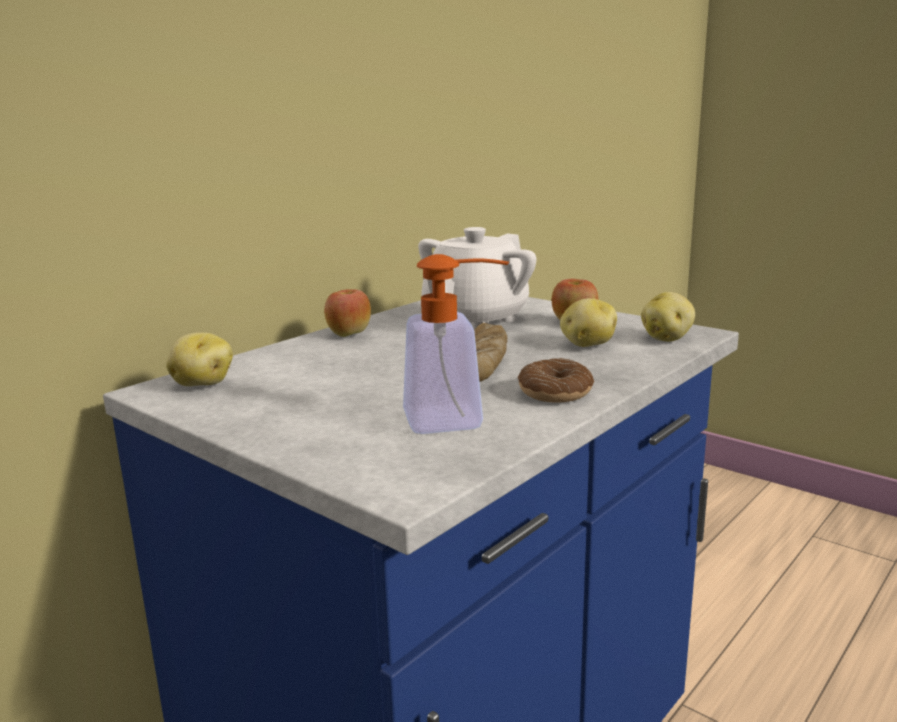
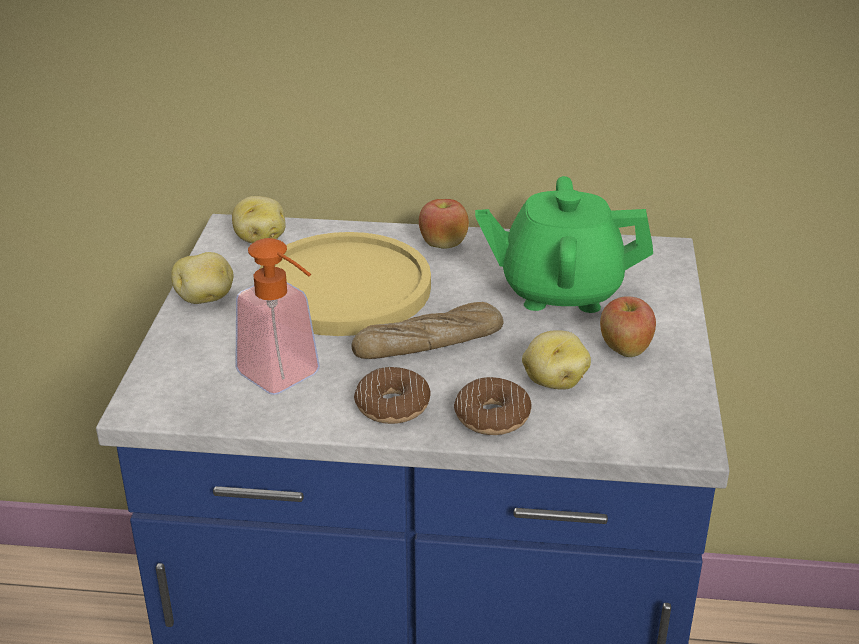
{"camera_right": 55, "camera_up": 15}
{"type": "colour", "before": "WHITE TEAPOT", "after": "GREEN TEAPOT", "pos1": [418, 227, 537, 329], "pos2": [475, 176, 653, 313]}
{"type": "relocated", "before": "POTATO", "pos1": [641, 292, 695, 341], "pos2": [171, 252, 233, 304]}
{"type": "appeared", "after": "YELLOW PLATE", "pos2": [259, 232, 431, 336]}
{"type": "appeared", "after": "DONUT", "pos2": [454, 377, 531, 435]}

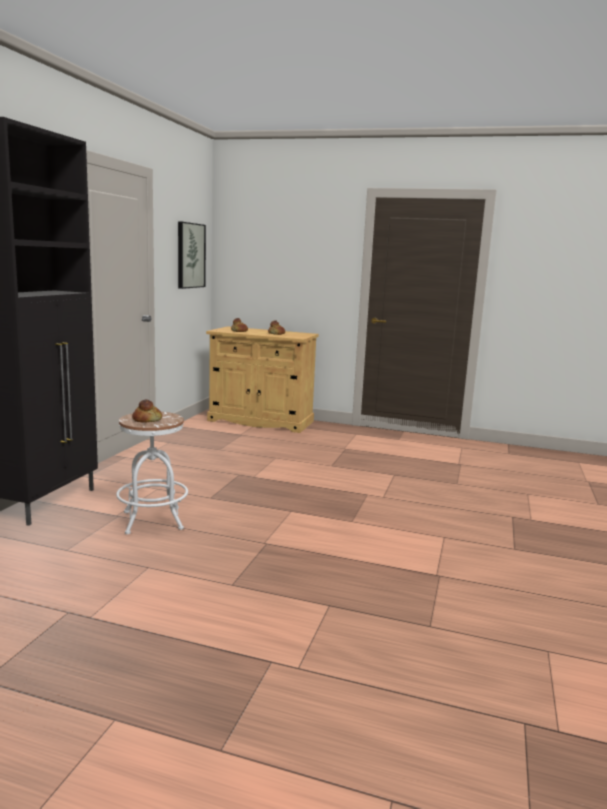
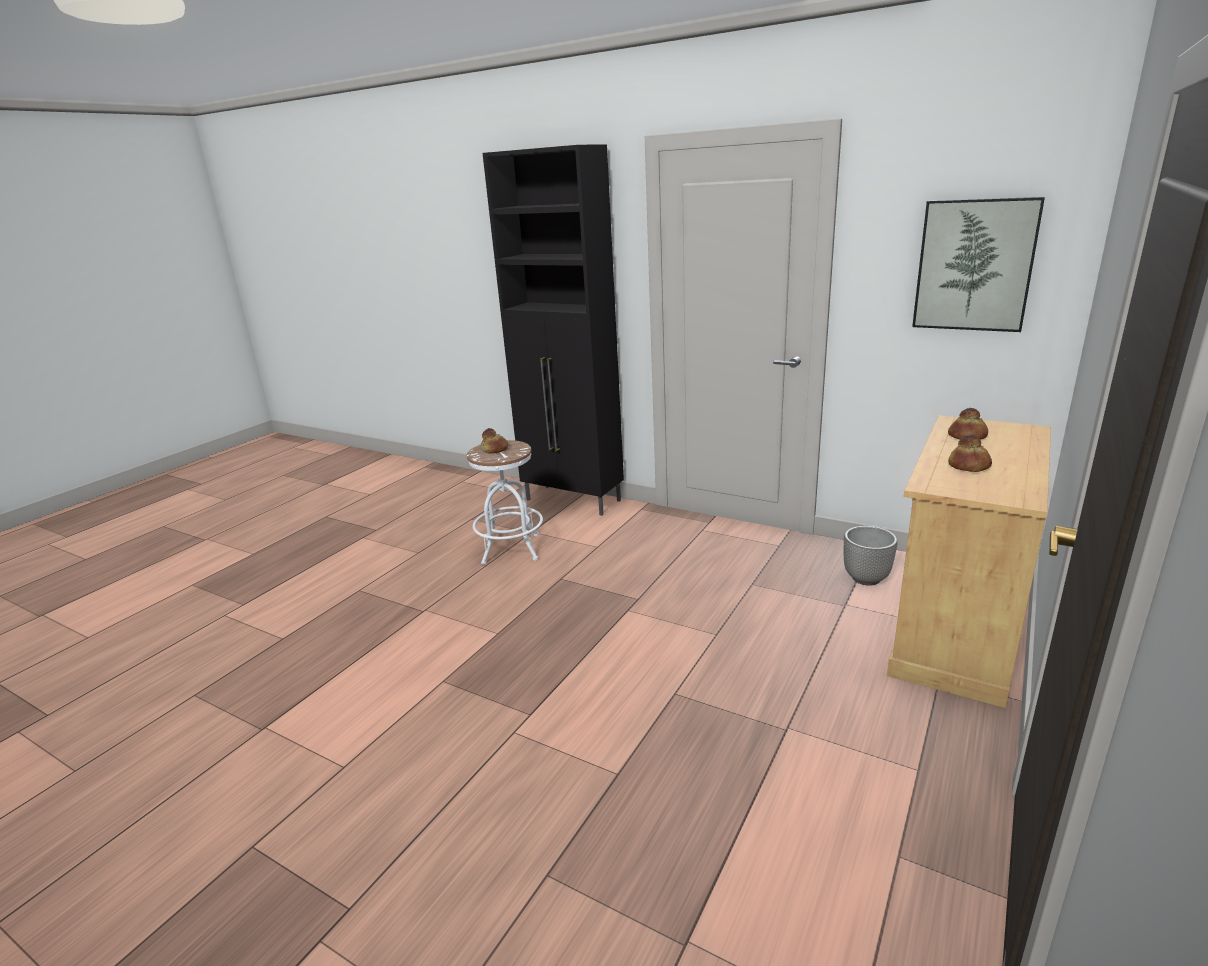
{"camera_right": 105, "camera_up": 10}
{"type": "appeared", "after": "PLANTER", "pos2": [844, 526, 897, 586]}

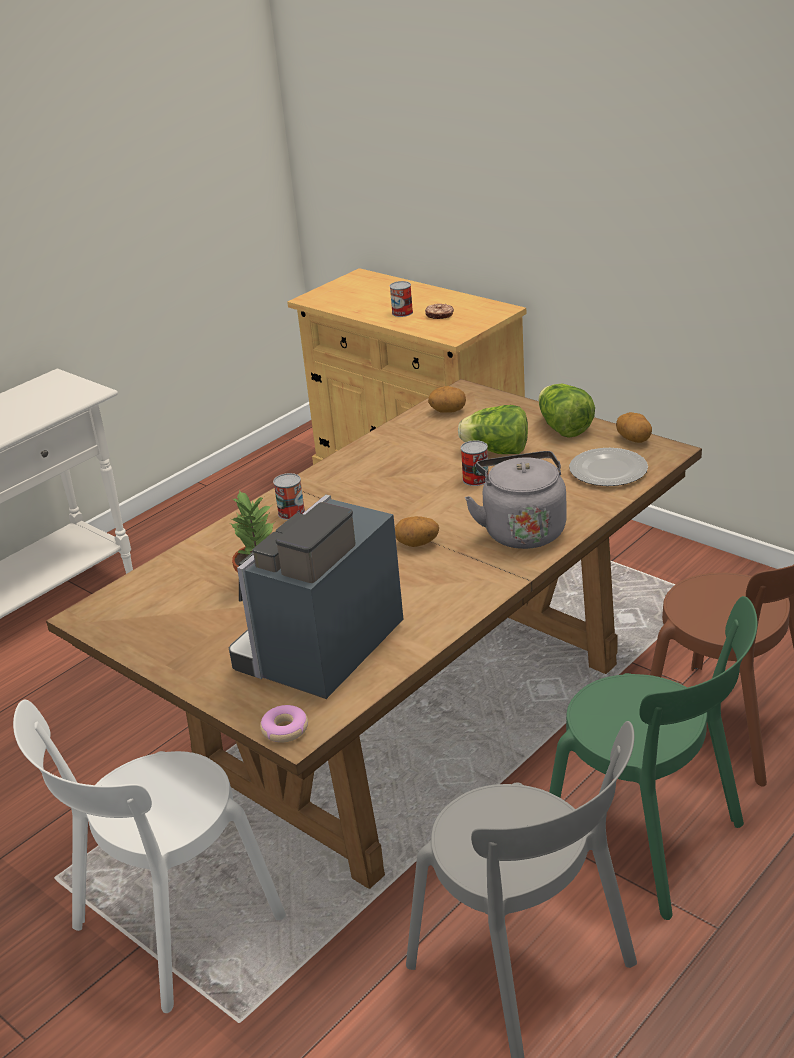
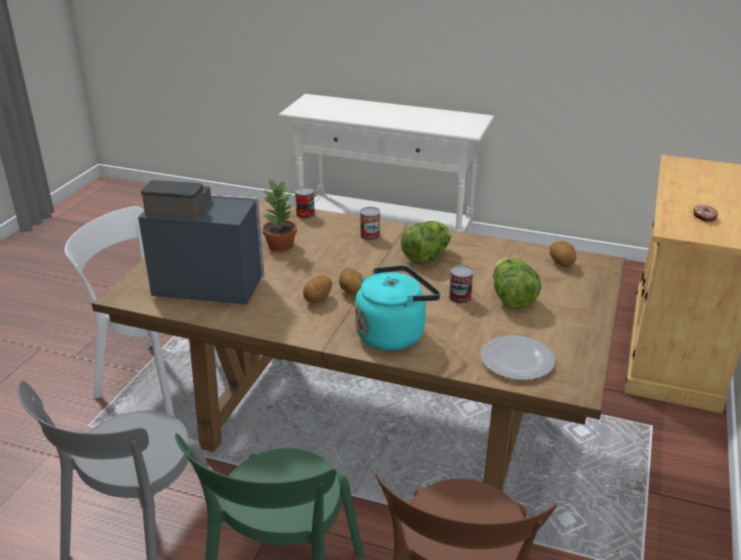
{"camera_right": 65, "camera_up": 0}
{"type": "relocated", "before": "CAN", "pos1": [390, 281, 413, 317], "pos2": [295, 187, 315, 219]}
{"type": "relocated", "before": "LETTUCE", "pos1": [538, 384, 595, 438], "pos2": [401, 221, 452, 265]}
{"type": "relocated", "before": "POTATO", "pos1": [616, 412, 652, 443], "pos2": [303, 275, 332, 303]}
{"type": "colour", "before": "GREY KETTLE", "after": "TURQUOISE KETTLE", "pos1": [465, 451, 567, 549], "pos2": [355, 265, 440, 351]}
{"type": "missing", "before": "DONUT", "pos1": [260, 705, 308, 742]}

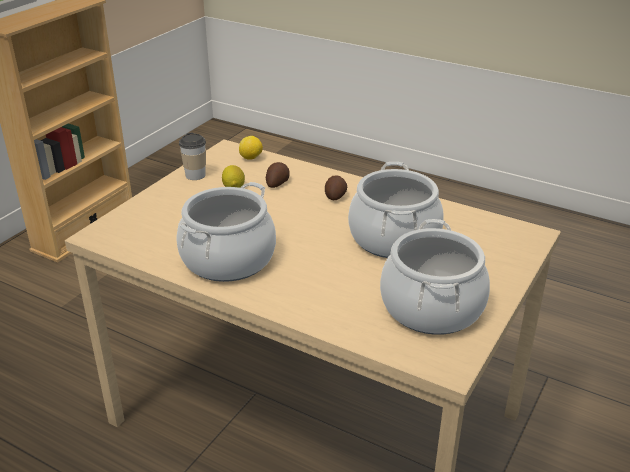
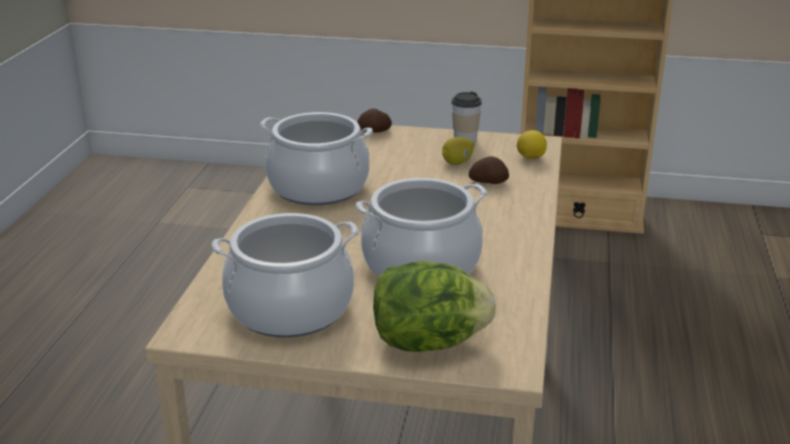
{"camera_right": 70, "camera_up": -5}
{"type": "relocated", "before": "POTATO", "pos1": [325, 175, 347, 200], "pos2": [357, 108, 392, 133]}
{"type": "appeared", "after": "LETTUCE", "pos2": [373, 261, 496, 352]}

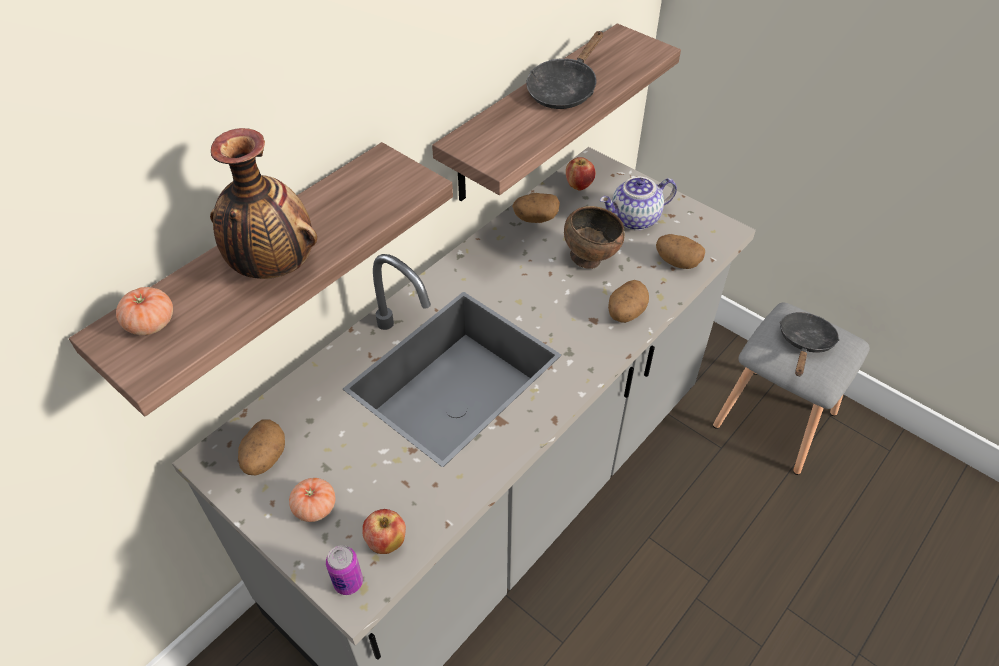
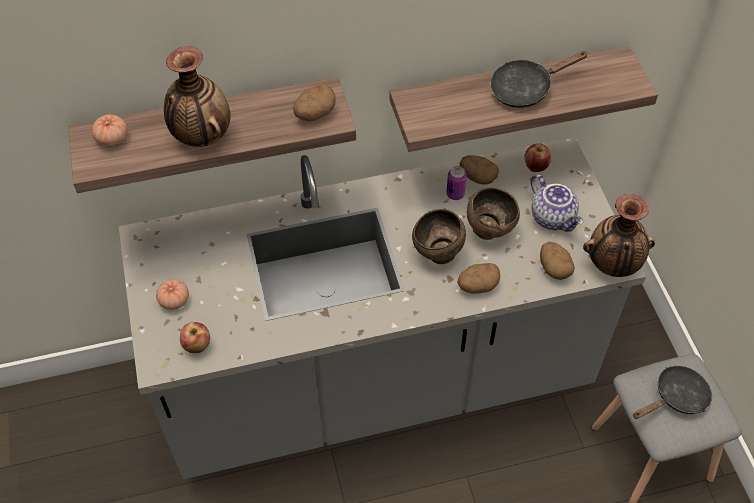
{"camera_right": 35, "camera_up": 5}
{"type": "spun", "before": "TEAPOT", "pos1": [600, 177, 677, 230], "pos2": [531, 174, 583, 232], "turn": -135}
{"type": "relocated", "before": "POTATO", "pos1": [238, 419, 285, 475], "pos2": [293, 84, 336, 122]}
{"type": "relocated", "before": "CAN", "pos1": [326, 545, 363, 595], "pos2": [446, 166, 467, 200]}
{"type": "appeared", "after": "VASE", "pos2": [583, 194, 655, 277]}
{"type": "appeared", "after": "BROWN BOWL", "pos2": [412, 209, 466, 264]}

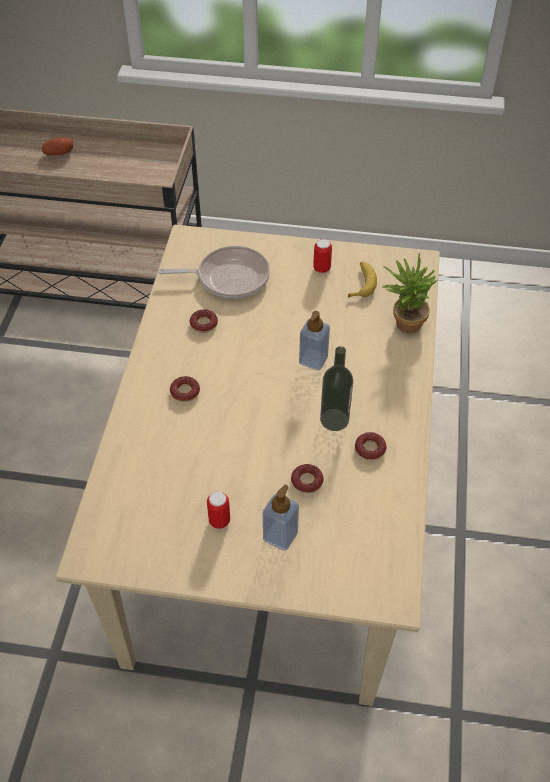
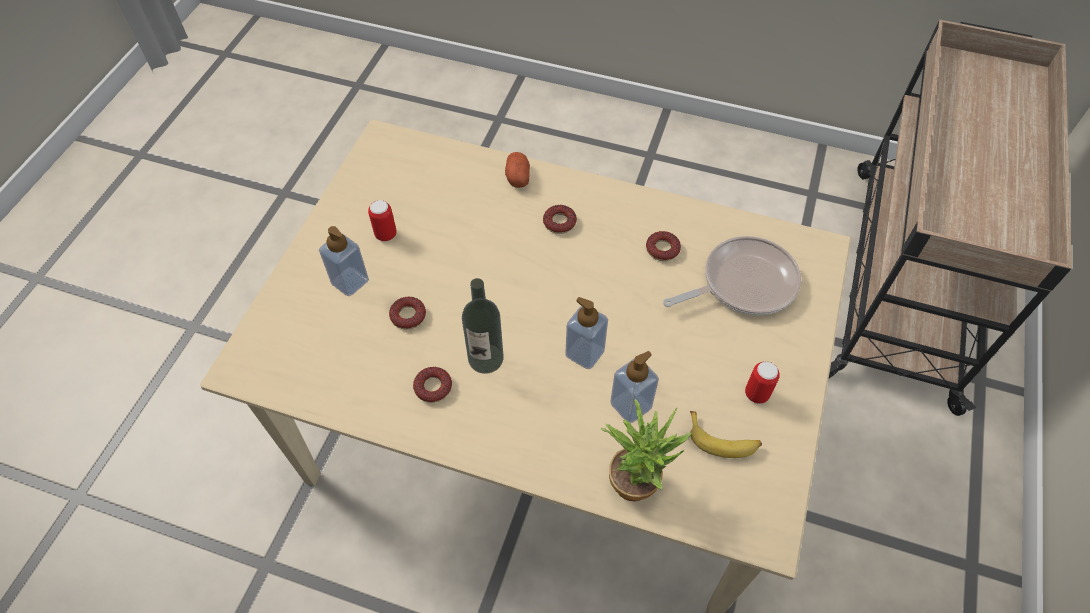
{"camera_right": 100, "camera_up": 5}
{"type": "relocated", "before": "POTATO", "pos1": [42, 137, 73, 156], "pos2": [505, 152, 530, 188]}
{"type": "spun", "before": "FRYING PAN", "pos1": [158, 246, 270, 299], "pos2": [663, 236, 801, 315], "turn": -120}
{"type": "appeared", "after": "SOAP DISPENSER", "pos2": [610, 351, 659, 423]}

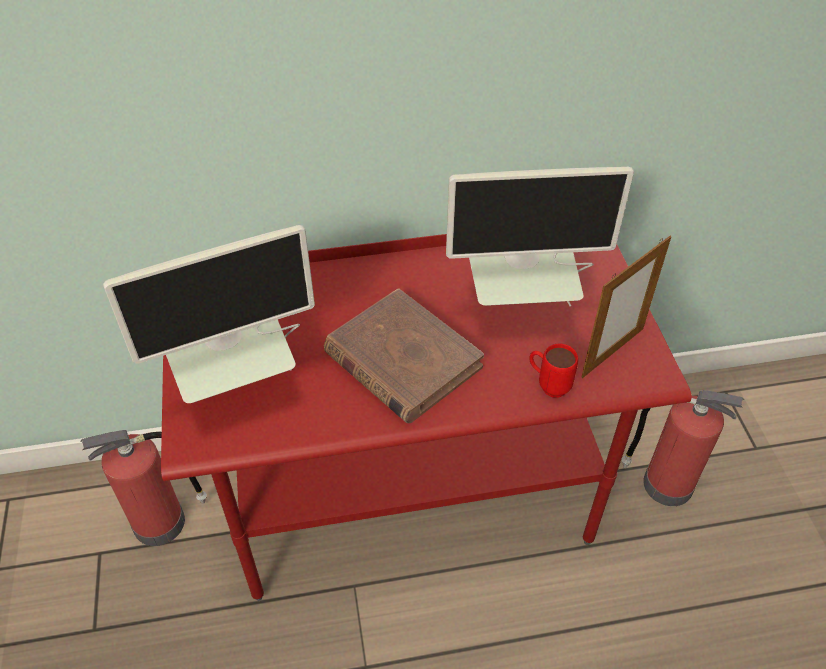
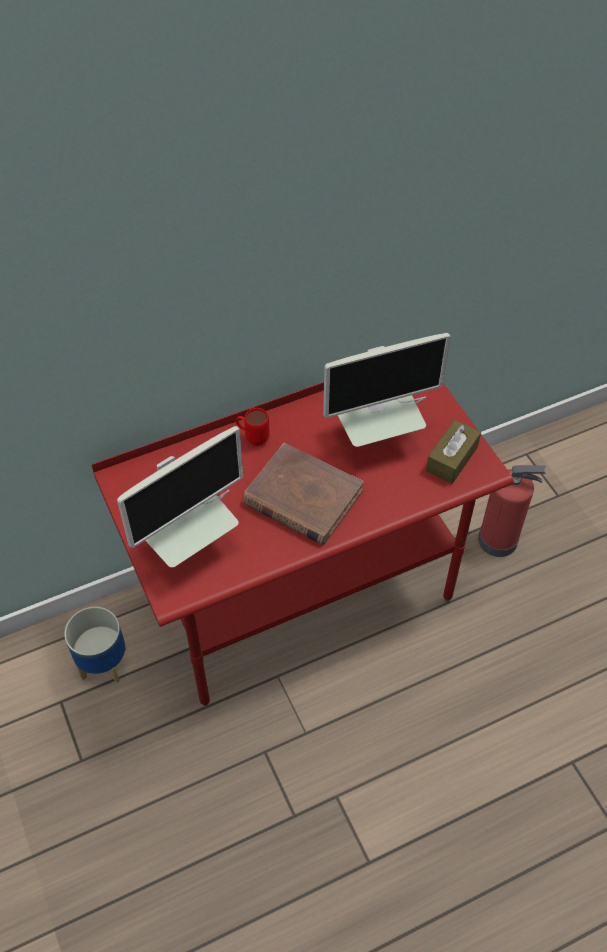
{"camera_right": -15, "camera_up": 5}
{"type": "exchanged", "before": "PICTURE FRAME", "after": "BROWN TISSUE BOX", "pos1": [582, 236, 672, 378], "pos2": [426, 420, 481, 484]}
{"type": "relocated", "before": "RED MUG", "pos1": [529, 344, 578, 398], "pos2": [236, 408, 270, 446]}
{"type": "exchanged", "before": "FIRE EXTINGUISHER", "after": "PLANTER", "pos1": [80, 430, 207, 546], "pos2": [64, 607, 126, 683]}

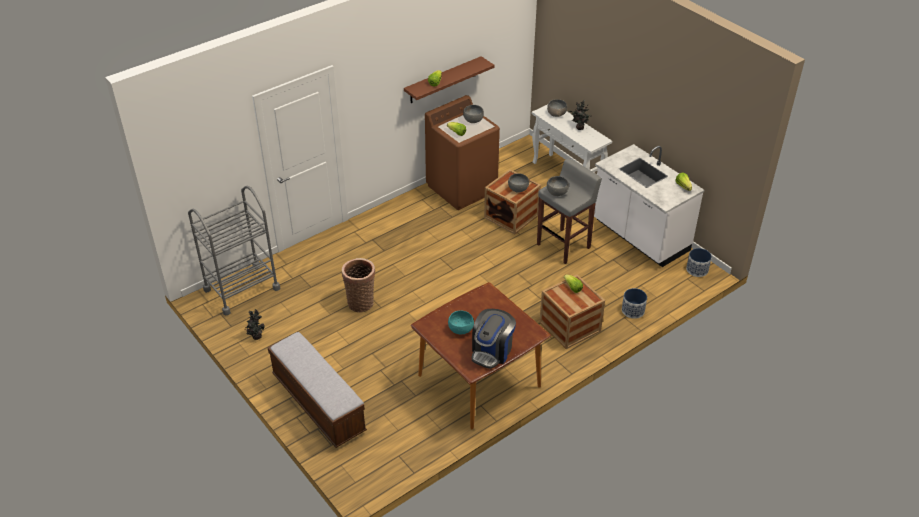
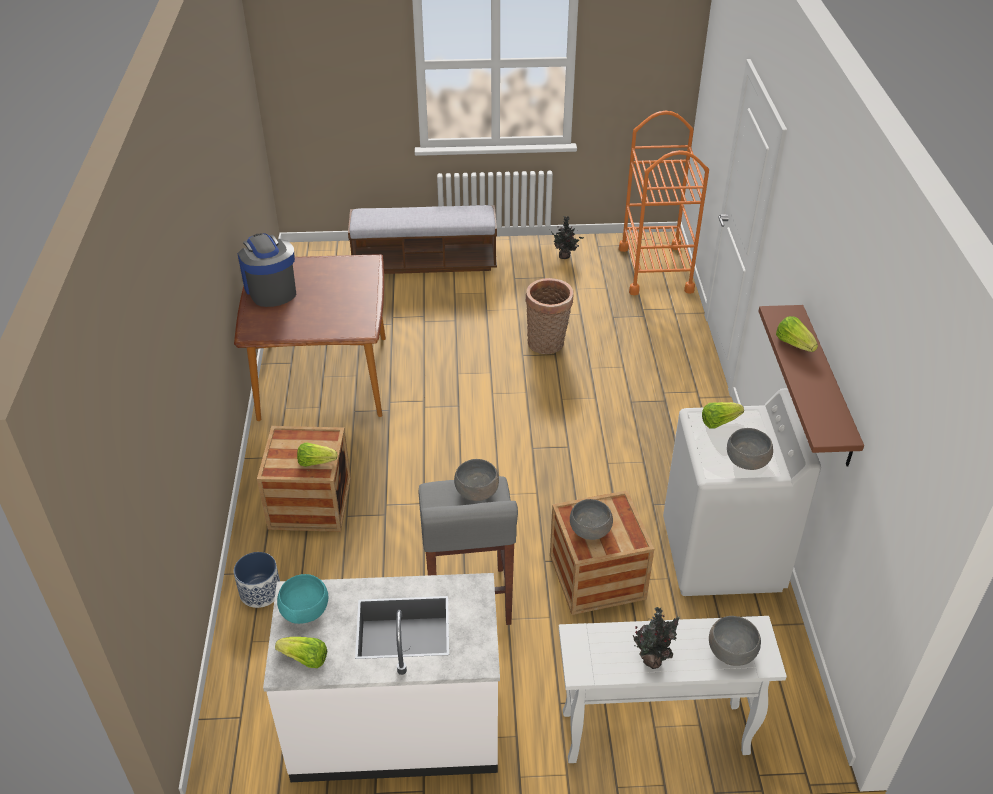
{"camera_right": 125, "camera_up": 0}
{"type": "colour", "before": "BROWN WASHING MACHINE", "after": "WHITE WASHING MACHINE", "pos1": [425, 95, 500, 210], "pos2": [663, 388, 821, 596]}
{"type": "colour", "before": "GREY CART", "after": "ORANGE CART", "pos1": [188, 186, 281, 316], "pos2": [619, 111, 709, 295]}
{"type": "missing", "before": "PLANTER", "pos1": [686, 248, 712, 277]}
{"type": "relocated", "before": "TURQUOISE BOWL", "pos1": [448, 310, 474, 334], "pos2": [277, 574, 328, 624]}

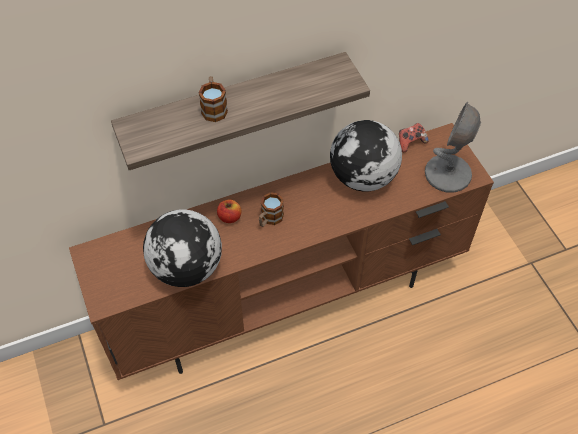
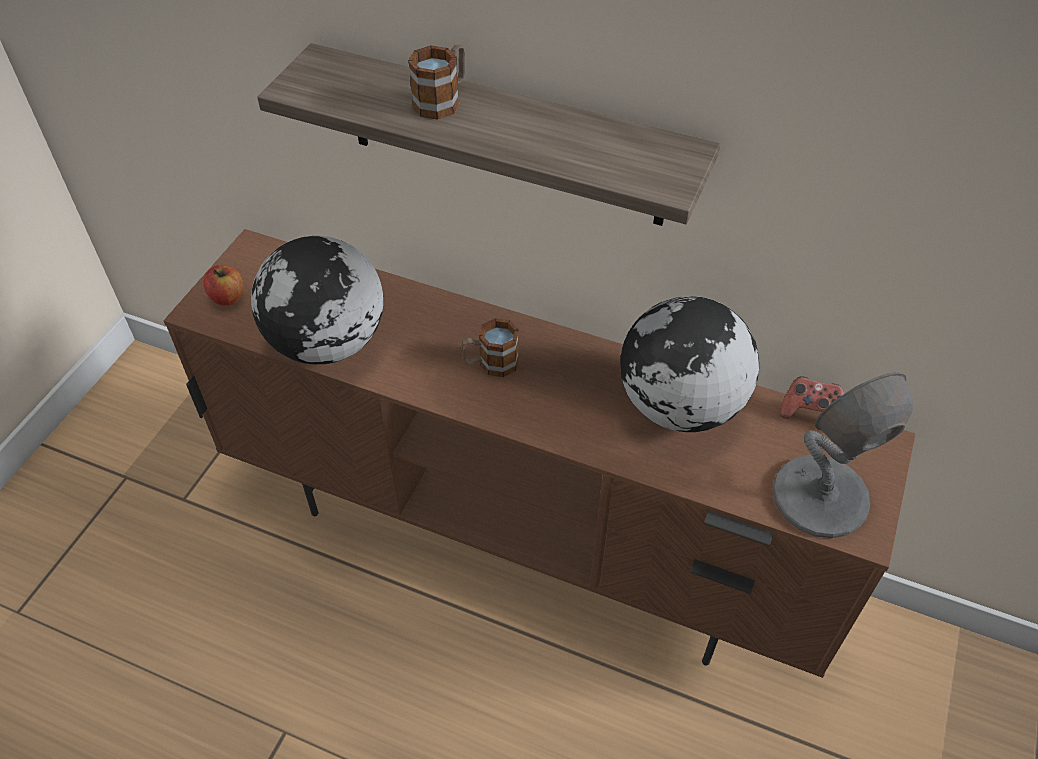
{"camera_right": 45, "camera_up": -5}
{"type": "relocated", "before": "APPLE", "pos1": [217, 199, 242, 223], "pos2": [204, 265, 244, 306]}

